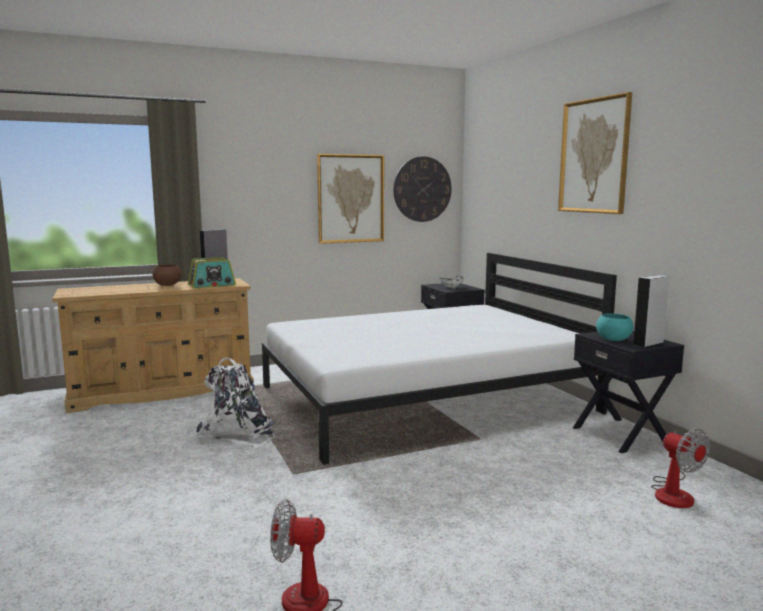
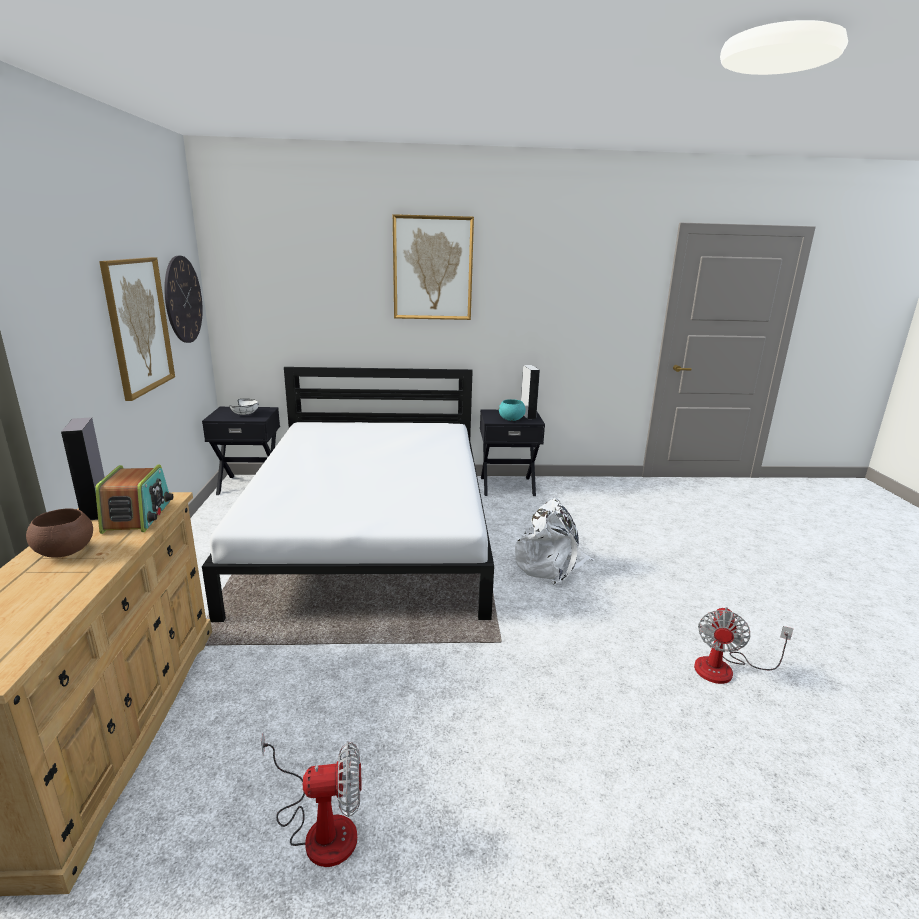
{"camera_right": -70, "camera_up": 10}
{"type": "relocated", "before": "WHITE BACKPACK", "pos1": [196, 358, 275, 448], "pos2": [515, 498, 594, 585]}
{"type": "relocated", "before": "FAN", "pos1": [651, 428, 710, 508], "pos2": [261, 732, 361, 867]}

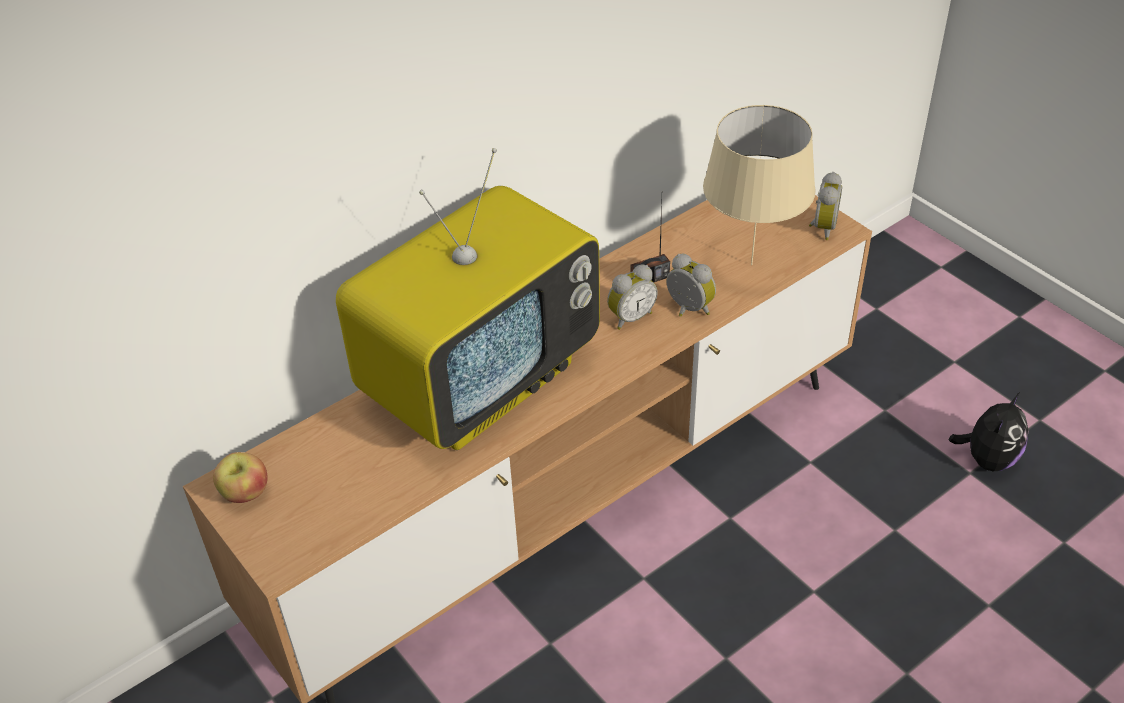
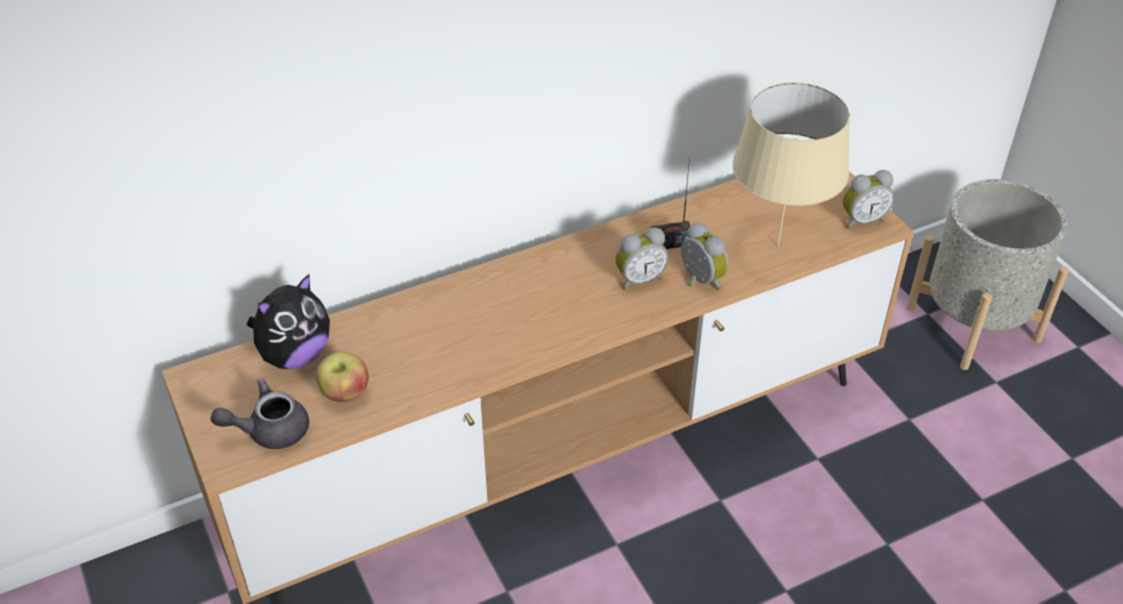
{"camera_right": 10, "camera_up": 0}
{"type": "missing", "before": "TELEVISION", "pos1": [336, 148, 600, 450]}
{"type": "spun", "before": "ALARM CLOCK", "pos1": [809, 172, 842, 240], "pos2": [843, 170, 894, 229], "turn": 45}
{"type": "relocated", "before": "PLUSH TOY", "pos1": [949, 392, 1029, 471], "pos2": [247, 274, 330, 369]}
{"type": "relocated", "before": "APPLE", "pos1": [213, 452, 268, 503], "pos2": [316, 351, 369, 402]}
{"type": "appeared", "after": "GREY PLANTER", "pos2": [906, 179, 1069, 370]}
{"type": "appeared", "after": "GREY TEAPOT", "pos2": [211, 378, 309, 449]}

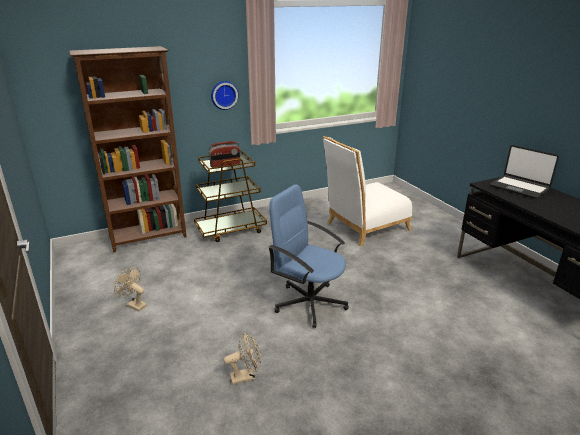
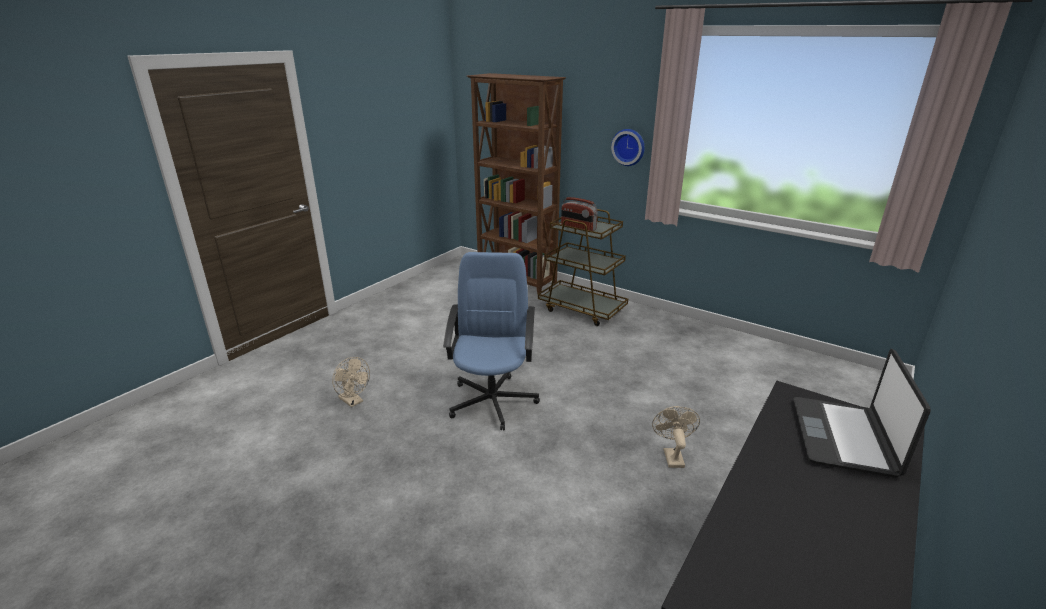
{"camera_right": 60, "camera_up": 0}
{"type": "missing", "before": "WHITE CHAIR", "pos1": [323, 136, 412, 247]}
{"type": "relocated", "before": "BEIGE FAN", "pos1": [114, 268, 147, 311], "pos2": [652, 406, 700, 468]}

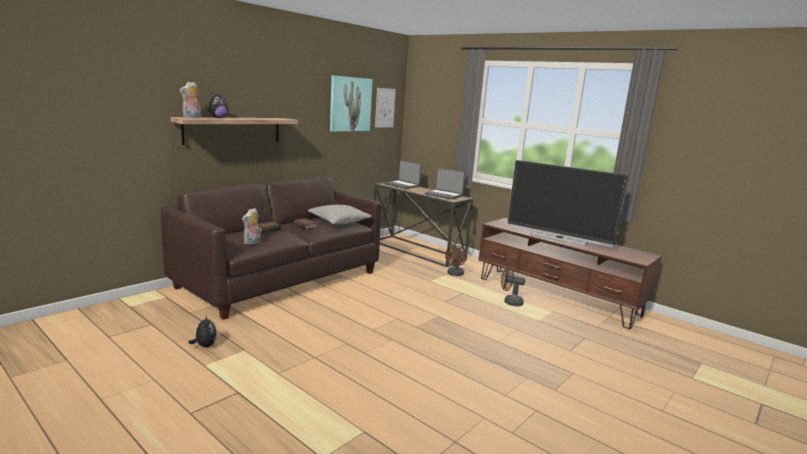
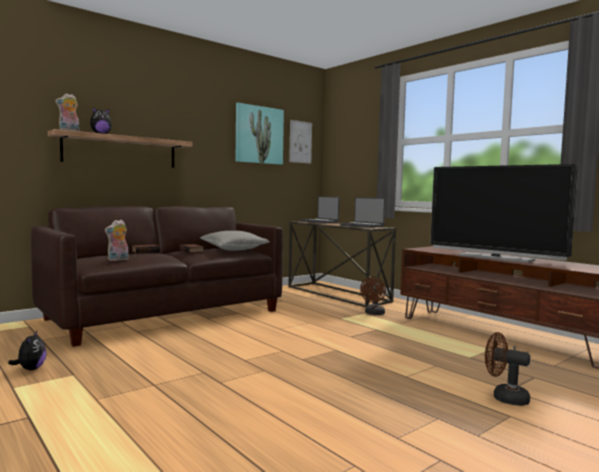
{"camera_right": 10, "camera_up": -10}
{"type": "relocated", "before": "BROWN FAN", "pos1": [501, 267, 525, 306], "pos2": [485, 332, 530, 406]}

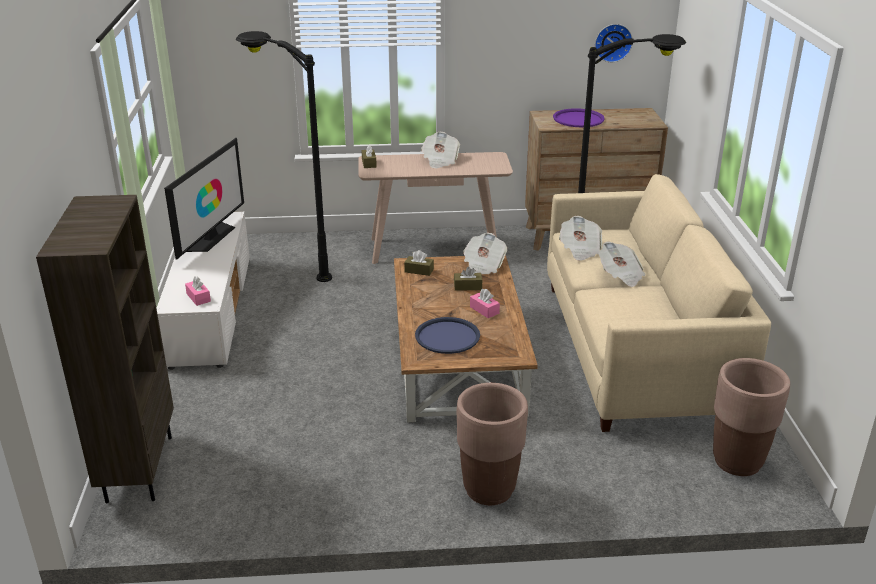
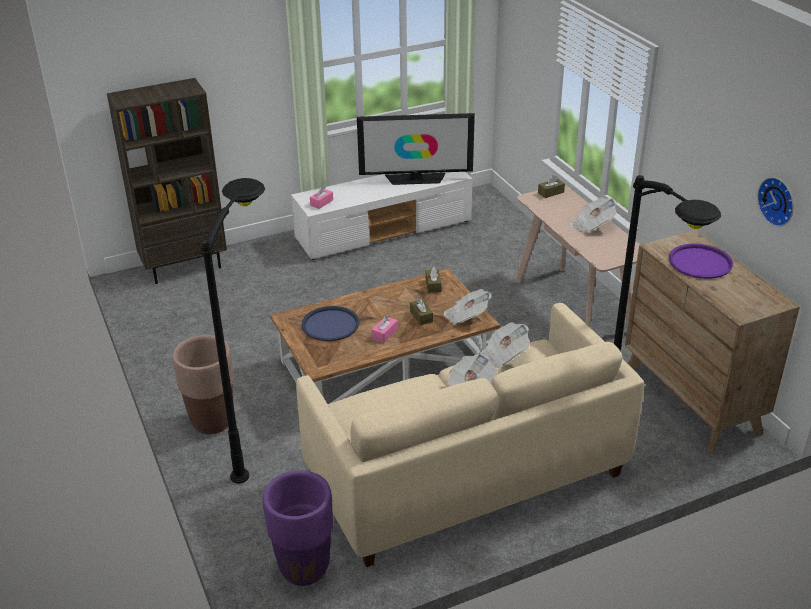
{"camera_right": 70, "camera_up": 5}
{"type": "relocated", "before": "BLACK FLOOR LAMP", "pos1": [236, 31, 332, 282], "pos2": [200, 178, 265, 483]}
{"type": "colour", "before": "BROWN PLANTER", "after": "PURPLE PLANTER", "pos1": [713, 358, 790, 476], "pos2": [263, 470, 333, 586]}

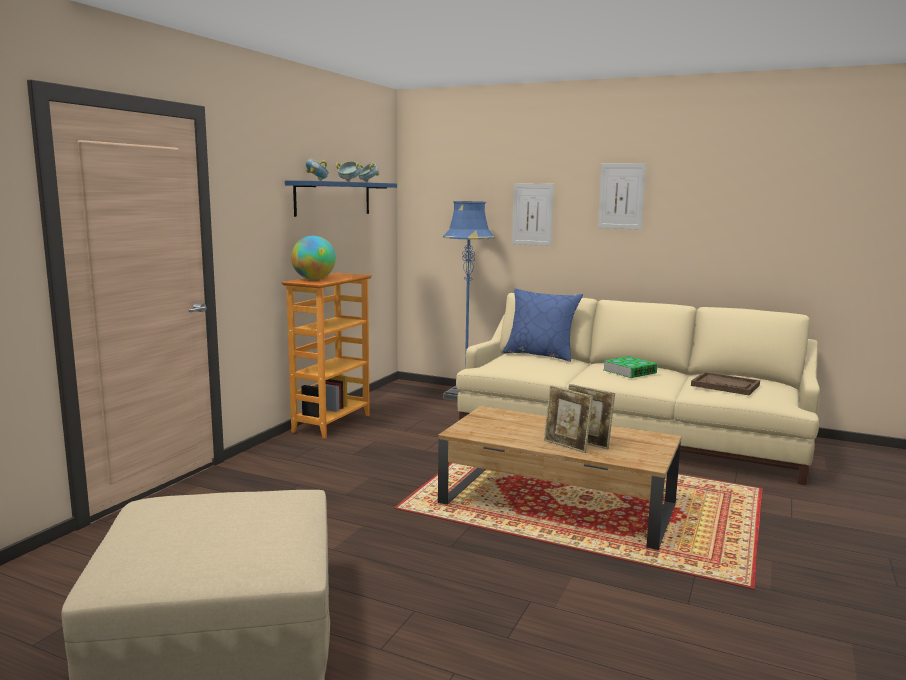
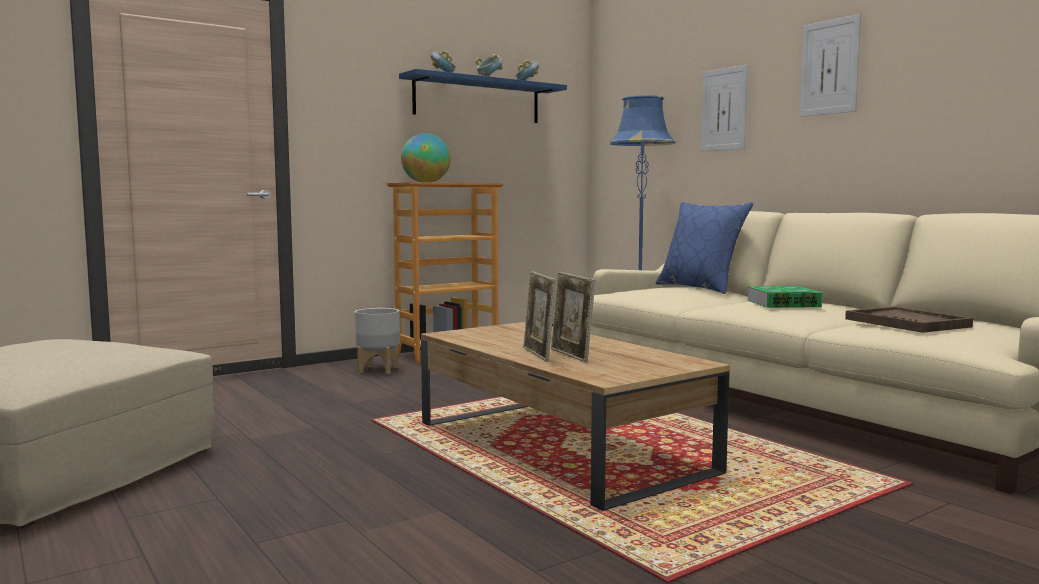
{"camera_right": 30, "camera_up": -5}
{"type": "appeared", "after": "GREY PLANTER", "pos2": [355, 308, 400, 374]}

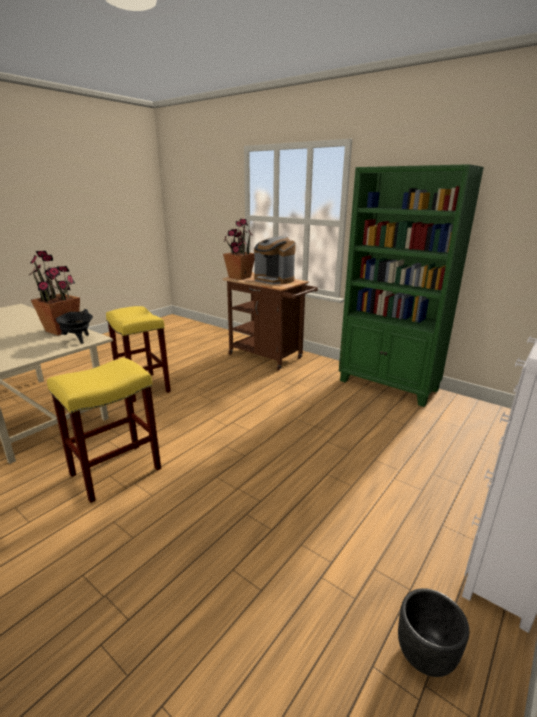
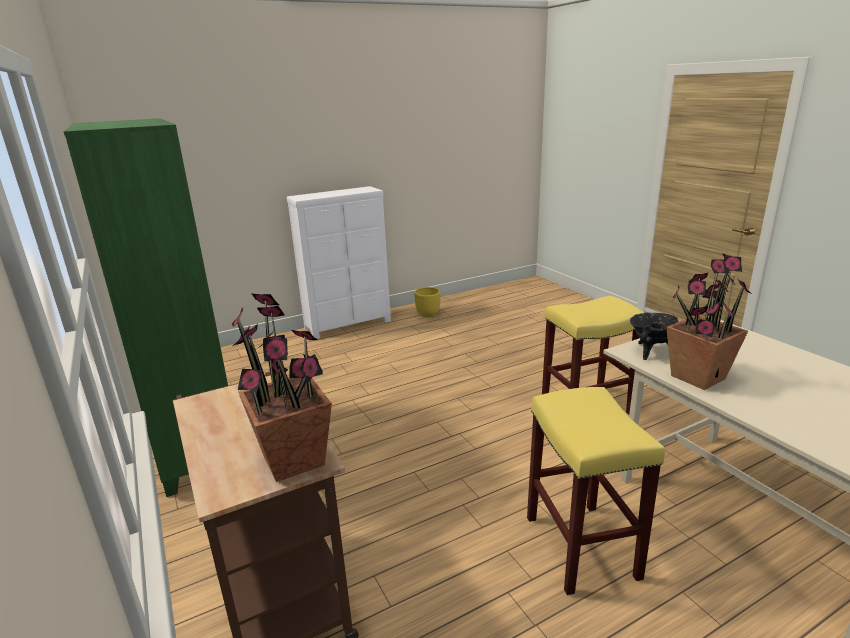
{"camera_right": -155, "camera_up": 0}
{"type": "missing", "before": "COFFEE MACHINE", "pos1": [254, 236, 296, 285]}
{"type": "colour", "before": "BLACK PLANTER", "after": "YELLOW PLANTER", "pos1": [398, 588, 469, 677], "pos2": [414, 287, 440, 317]}

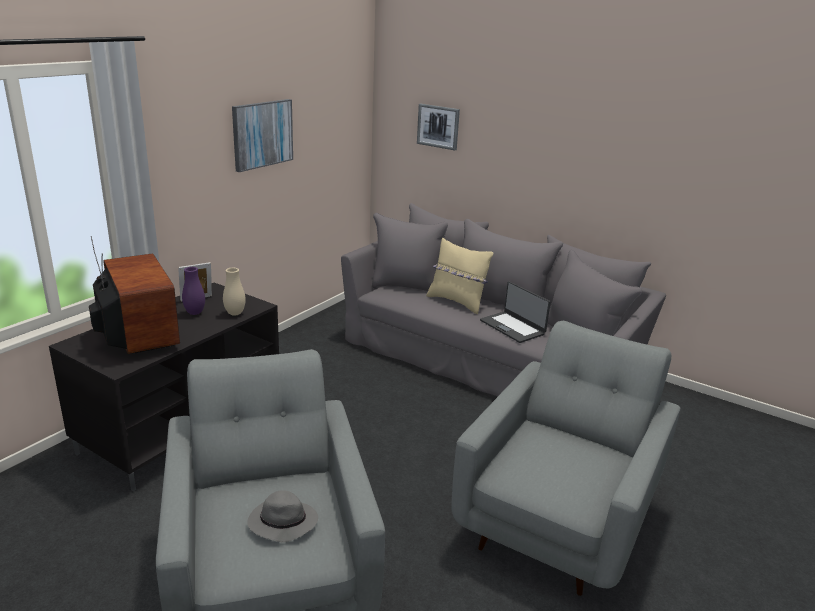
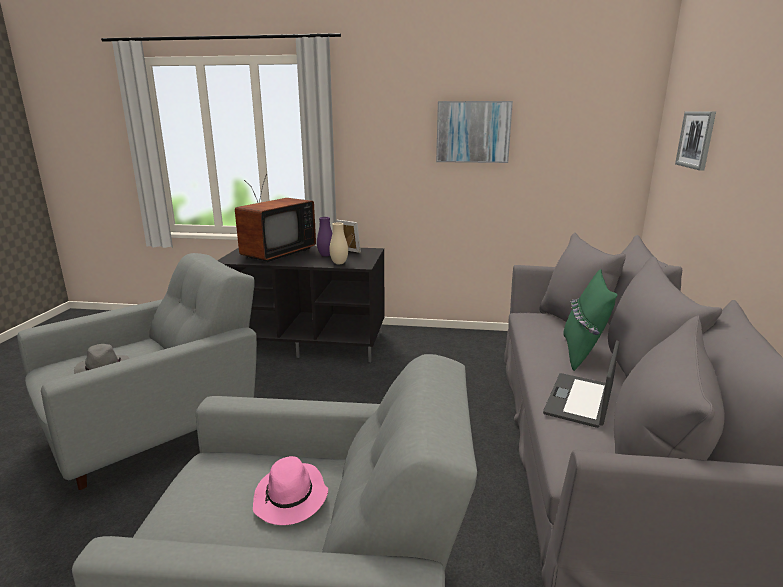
{"camera_right": 65, "camera_up": -5}
{"type": "colour", "before": "BEIGE PILLOW", "after": "GREEN PILLOW", "pos1": [426, 238, 494, 314], "pos2": [563, 269, 617, 371]}
{"type": "appeared", "after": "PINK HAT", "pos2": [253, 456, 328, 525]}

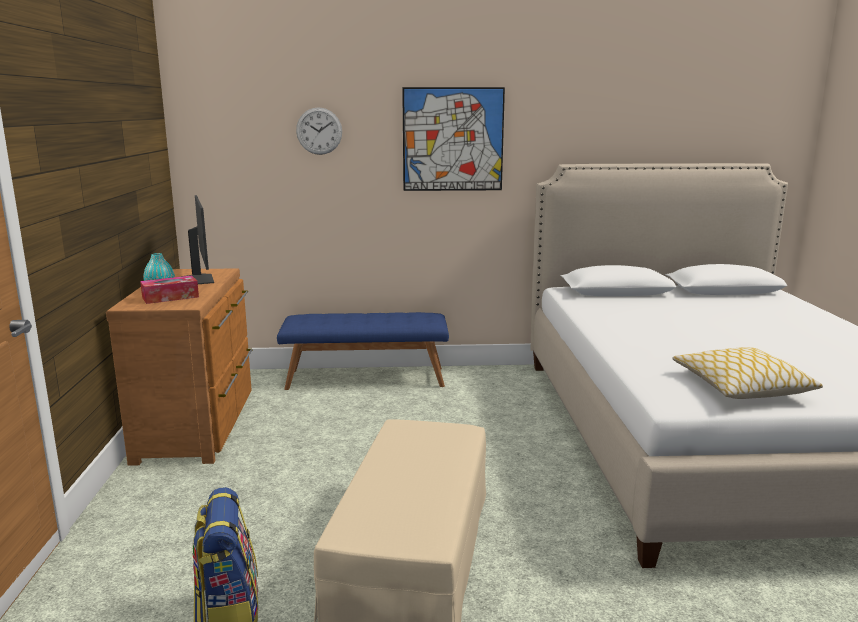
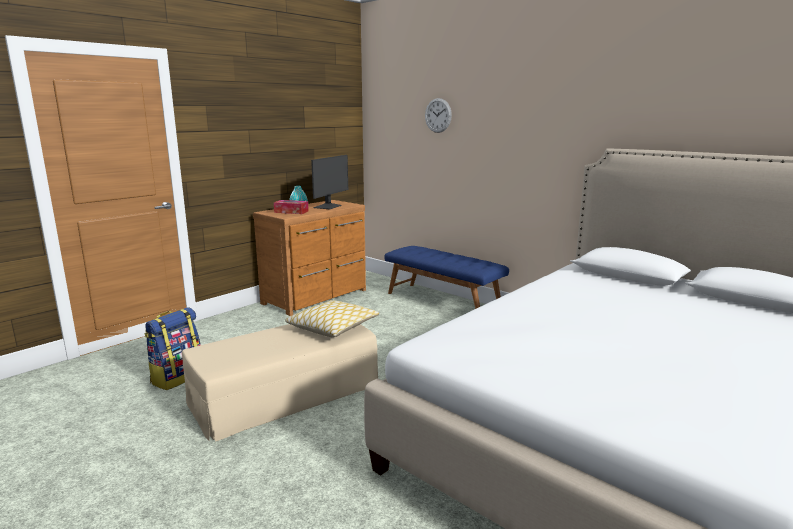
{"camera_right": 45, "camera_up": 0}
{"type": "missing", "before": "PICTURE", "pos1": [402, 87, 505, 191]}
{"type": "relocated", "before": "PILLOW", "pos1": [672, 347, 823, 399], "pos2": [285, 300, 379, 337]}

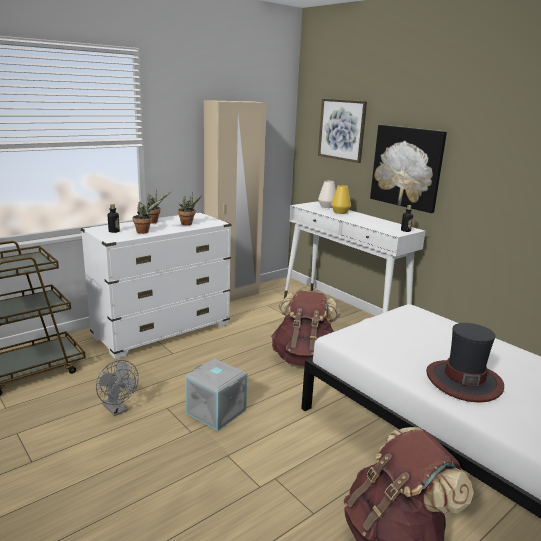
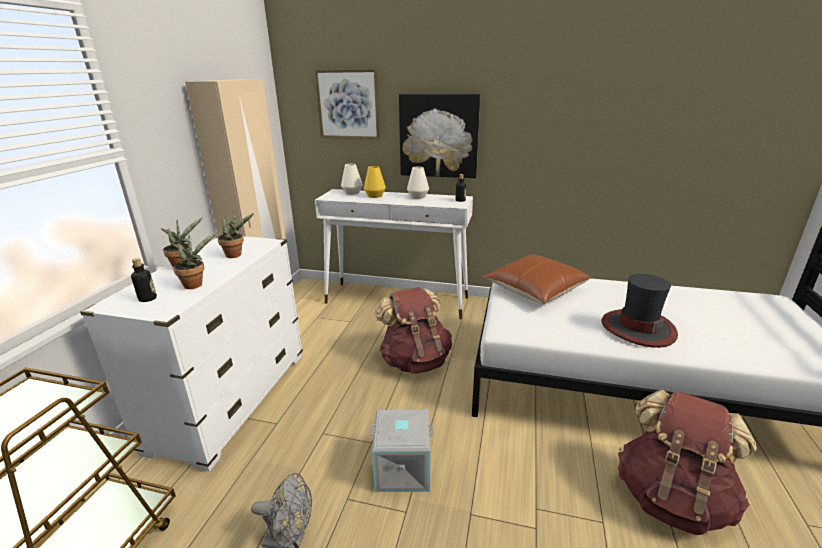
{"camera_right": -35, "camera_up": 5}
{"type": "appeared", "after": "WHITE VASE", "pos2": [407, 166, 429, 199]}
{"type": "appeared", "after": "BROWN PILLOW", "pos2": [483, 254, 590, 304]}

